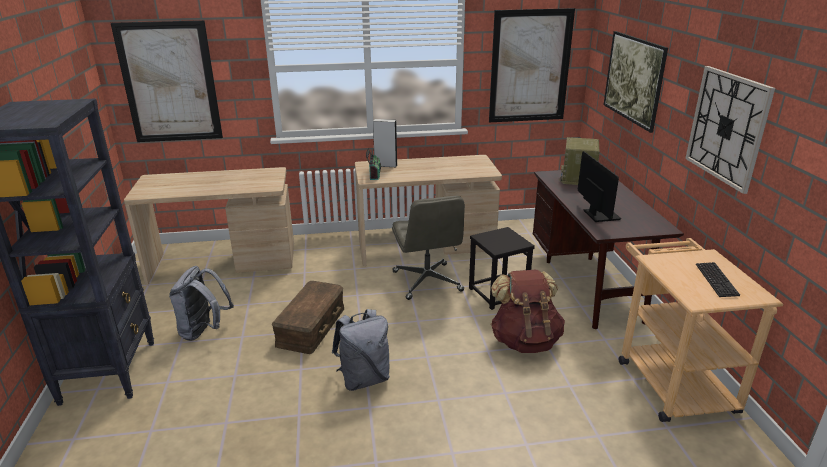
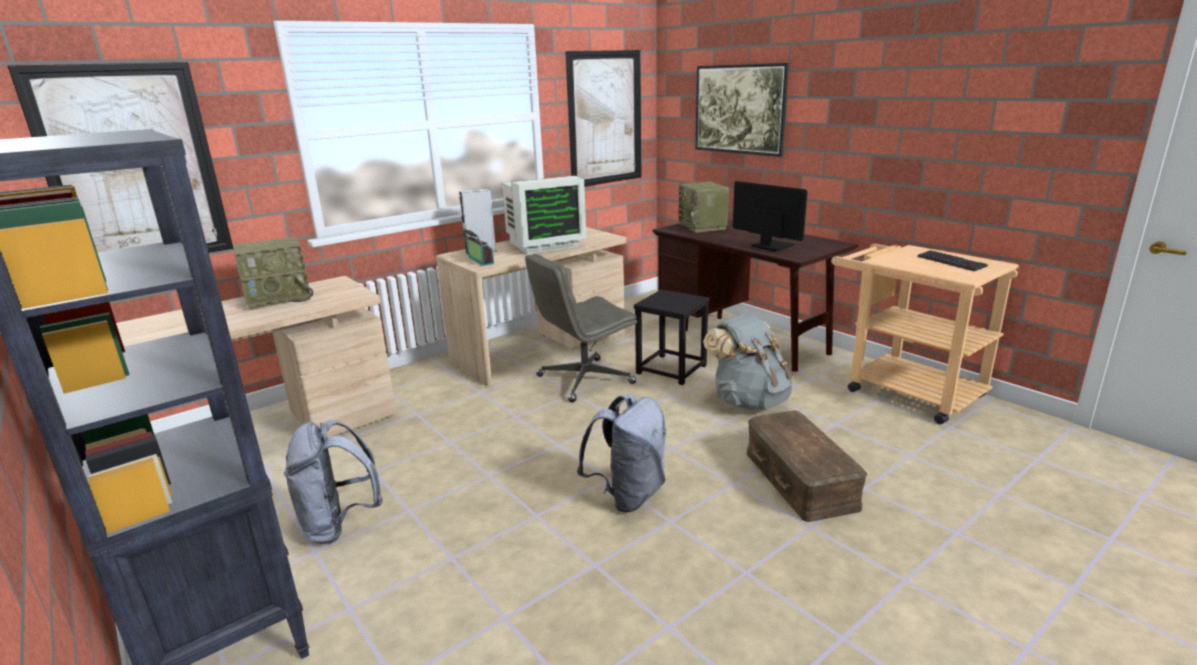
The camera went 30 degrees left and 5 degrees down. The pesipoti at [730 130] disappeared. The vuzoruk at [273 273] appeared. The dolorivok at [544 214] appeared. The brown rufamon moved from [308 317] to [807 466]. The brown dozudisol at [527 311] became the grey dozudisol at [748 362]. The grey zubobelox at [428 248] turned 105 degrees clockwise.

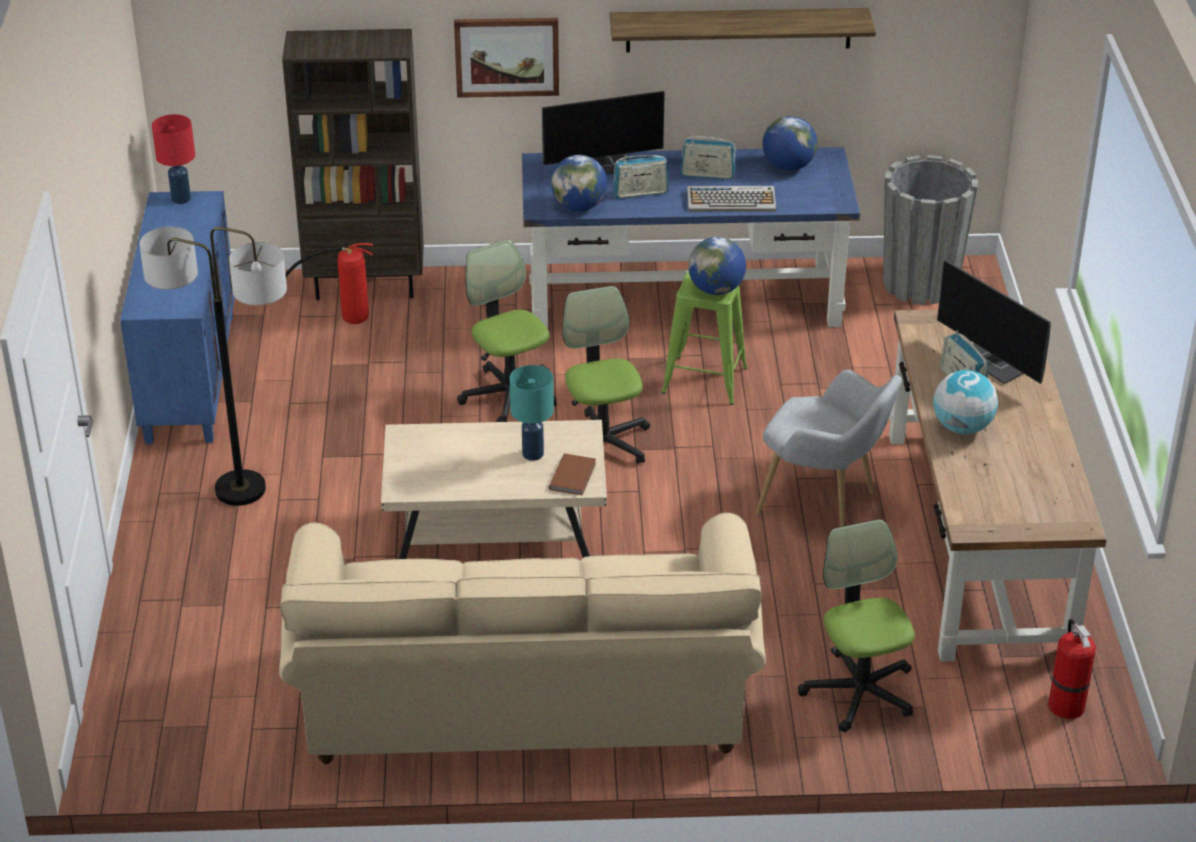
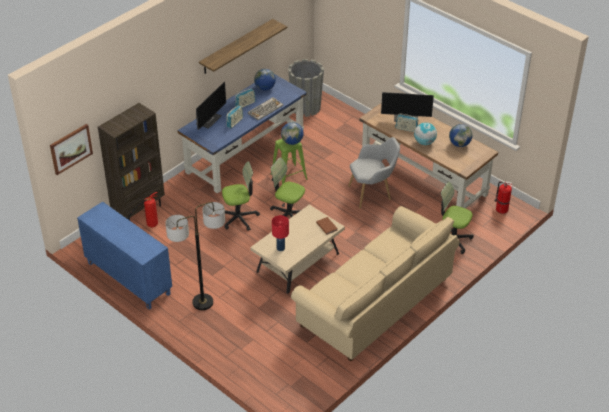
The camera went 45 degrees left and 5 degrees up. The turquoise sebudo at [532 413] disappeared. The red sebudo moved from [173 159] to [280 233]. The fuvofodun moved from [506 58] to [71 149]. The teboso moved from [579 183] to [460 135]. The zubobelox at [507 330] turned 150 degrees clockwise.

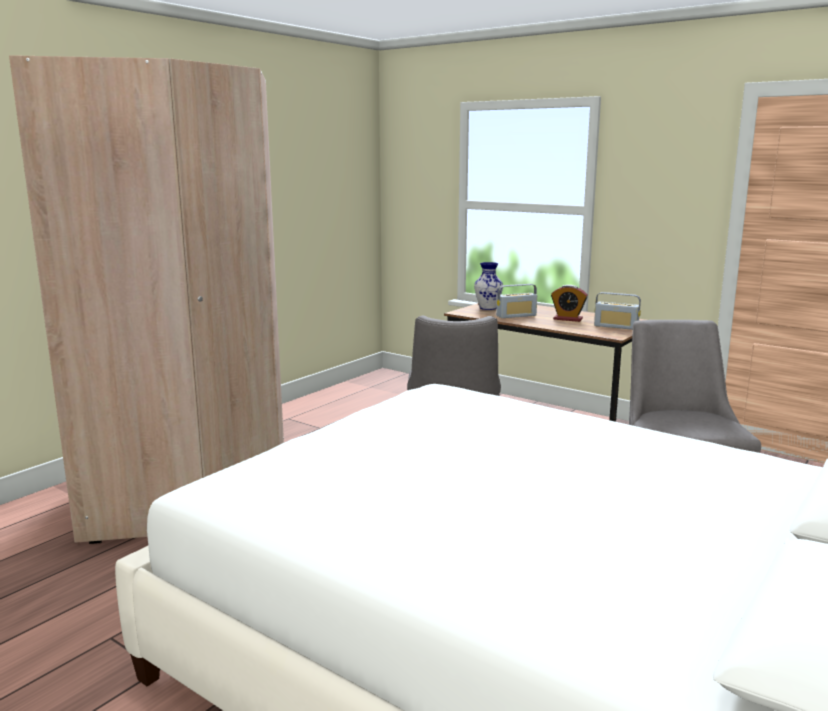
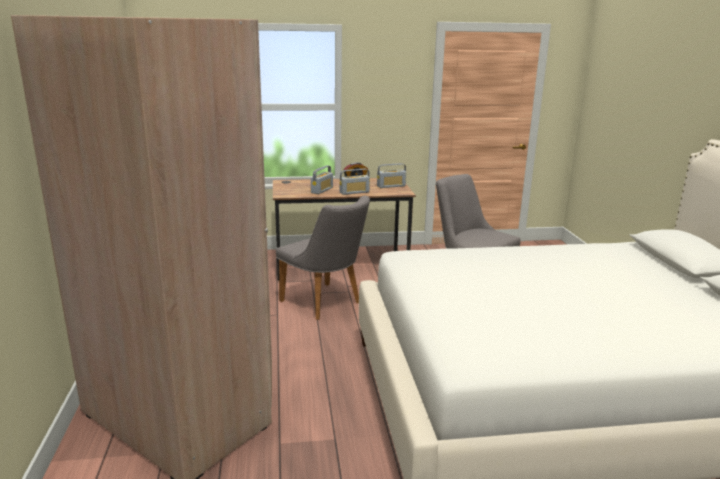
The camera went 45 degrees left and 5 degrees up. The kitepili at [488 286] disappeared. The vuzoruk at [355 182] appeared.

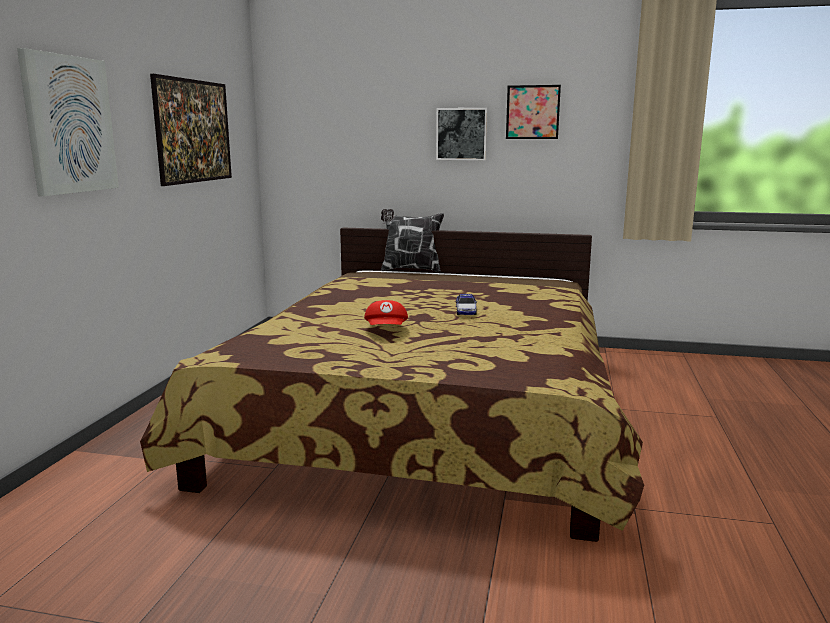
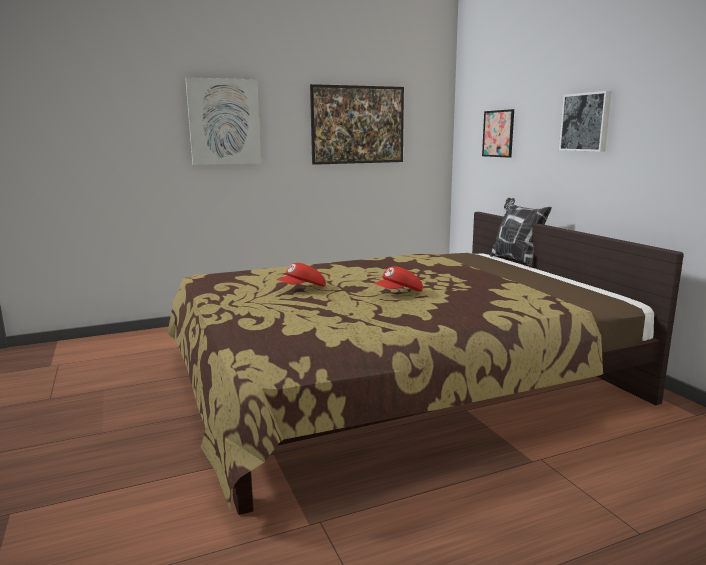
The camera went 55 degrees right and 0 degrees up. The fuvofodun moved from [533 112] to [498 133]. The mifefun at [466 304] was replaced by the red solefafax at [398 279].

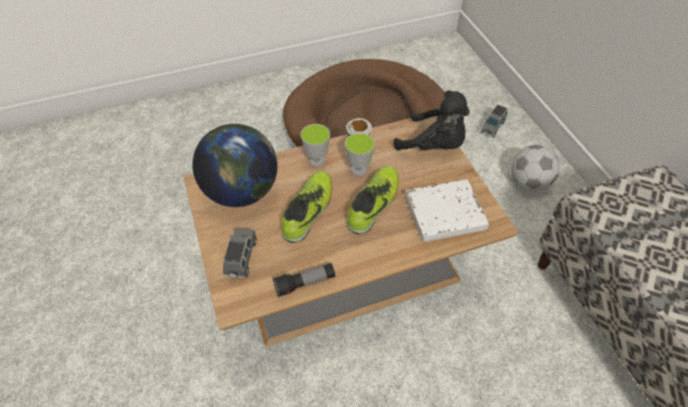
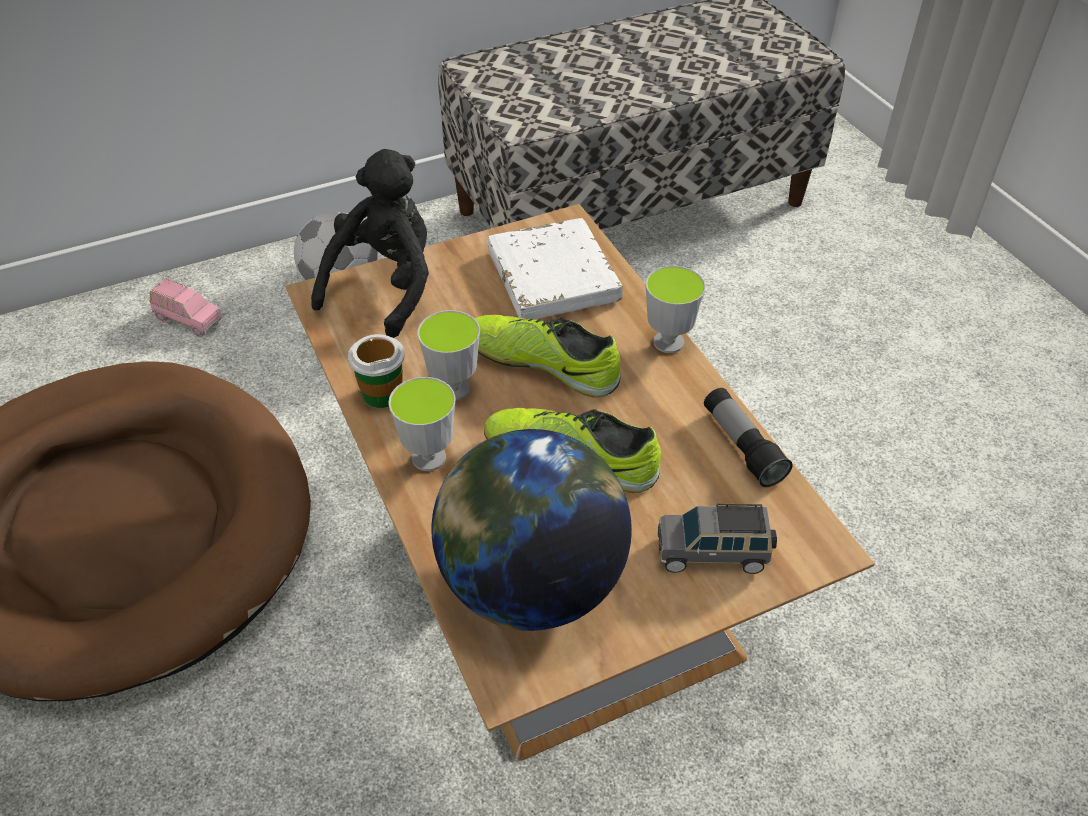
The camera went 95 degrees left and 5 degrees down. The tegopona at [676 309] appeared. The grey mifefun at [494 121] became the pink mifefun at [186 307].

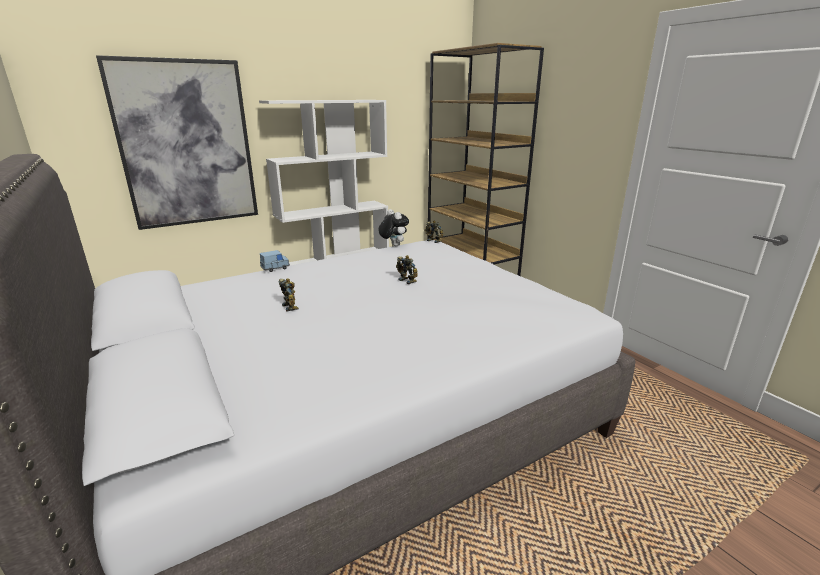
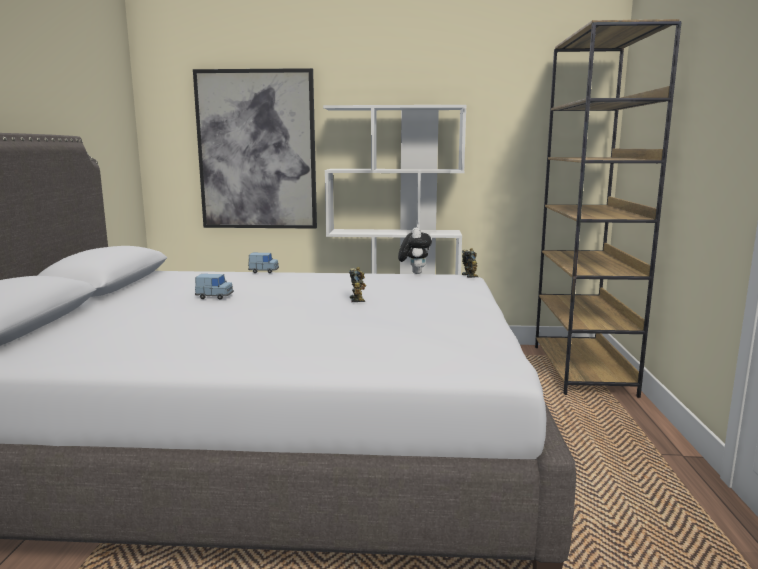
The camera went 35 degrees right and 10 degrees down. The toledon at [289 295] was replaced by the blue mifefun at [214 287].

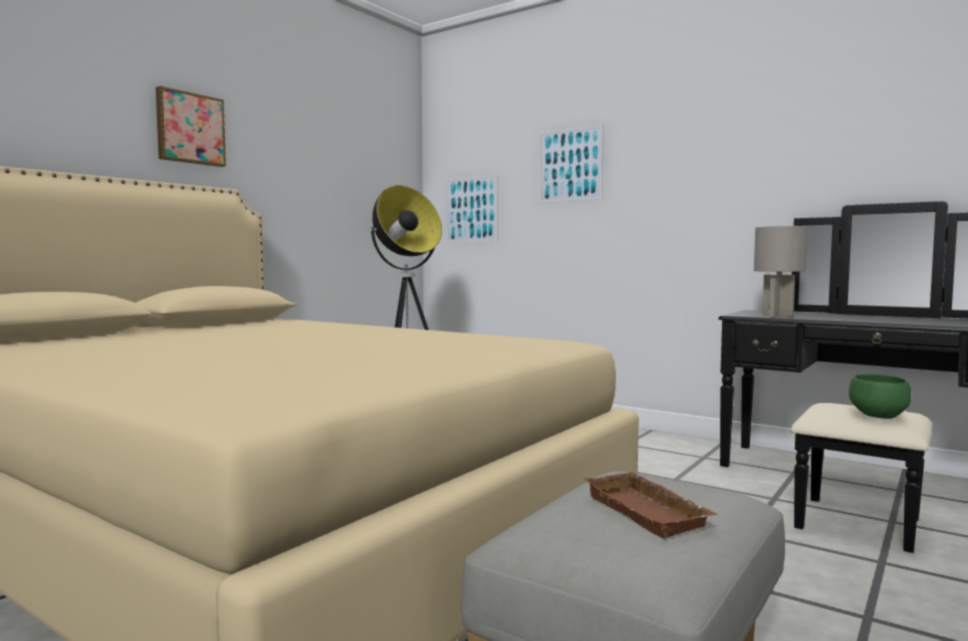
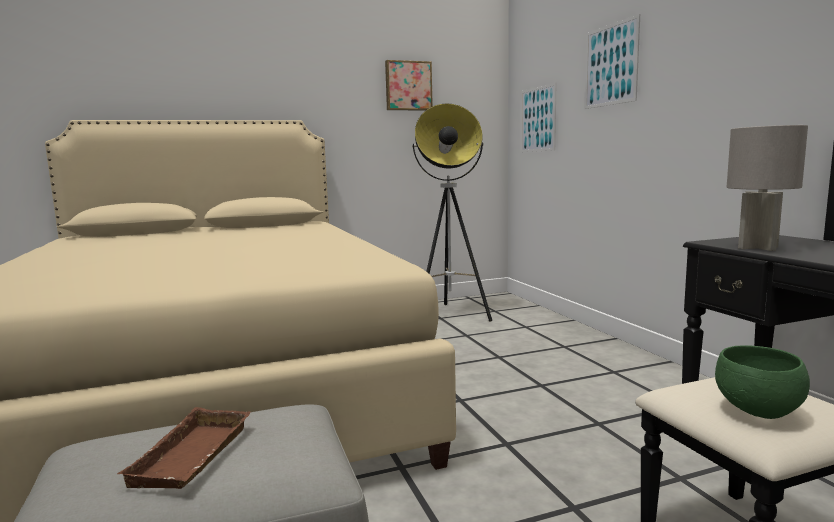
The camera went 35 degrees right and 5 degrees up. The fuvofodun moved from [191 126] to [409 85].

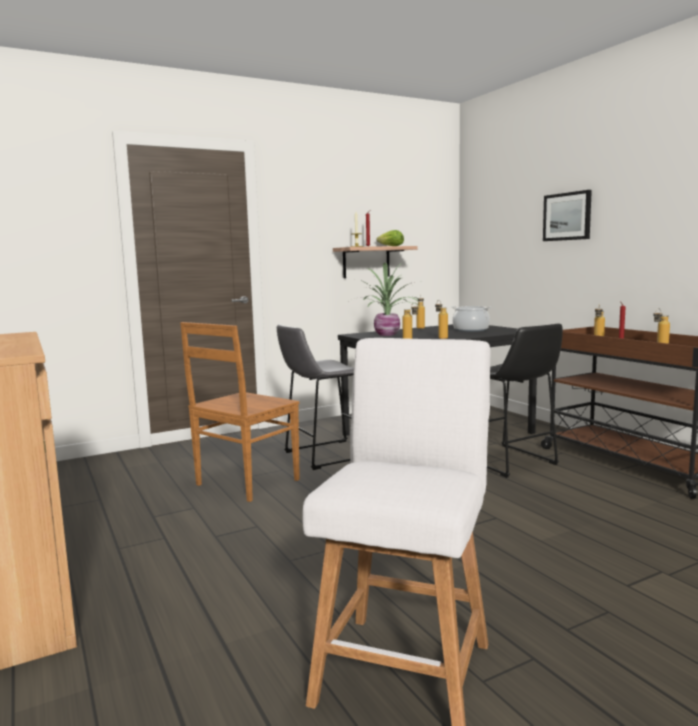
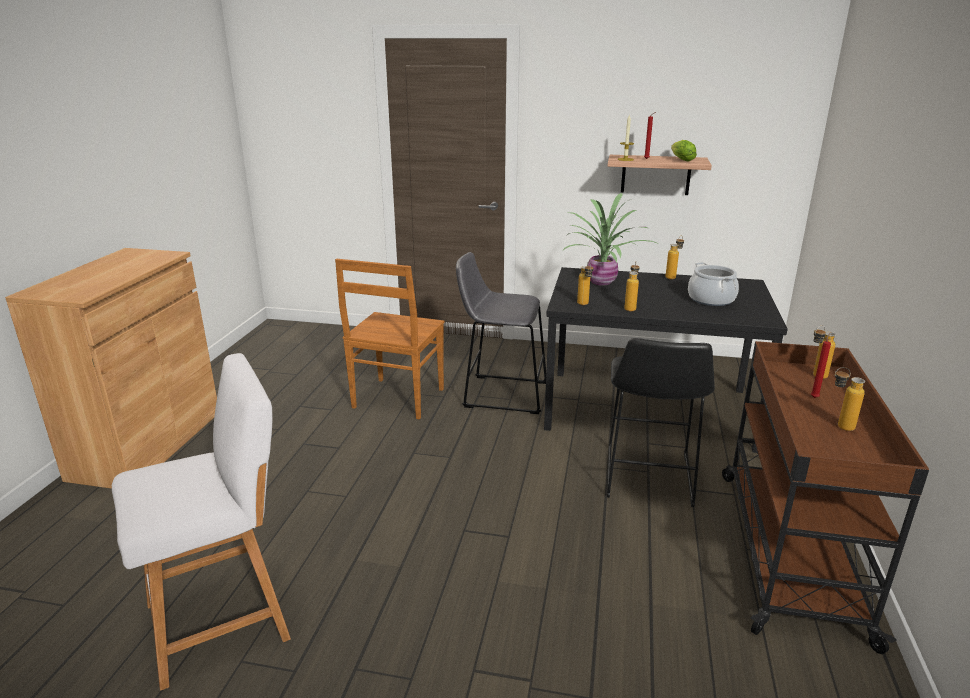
The camera went 40 degrees right and 15 degrees up. The fuvofodun at [567 215] disappeared. The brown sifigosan at [240 412] turned 60 degrees counterclockwise.

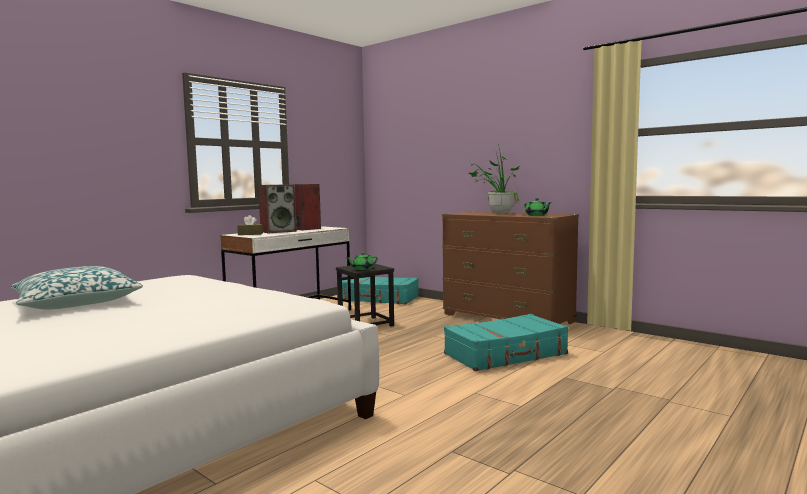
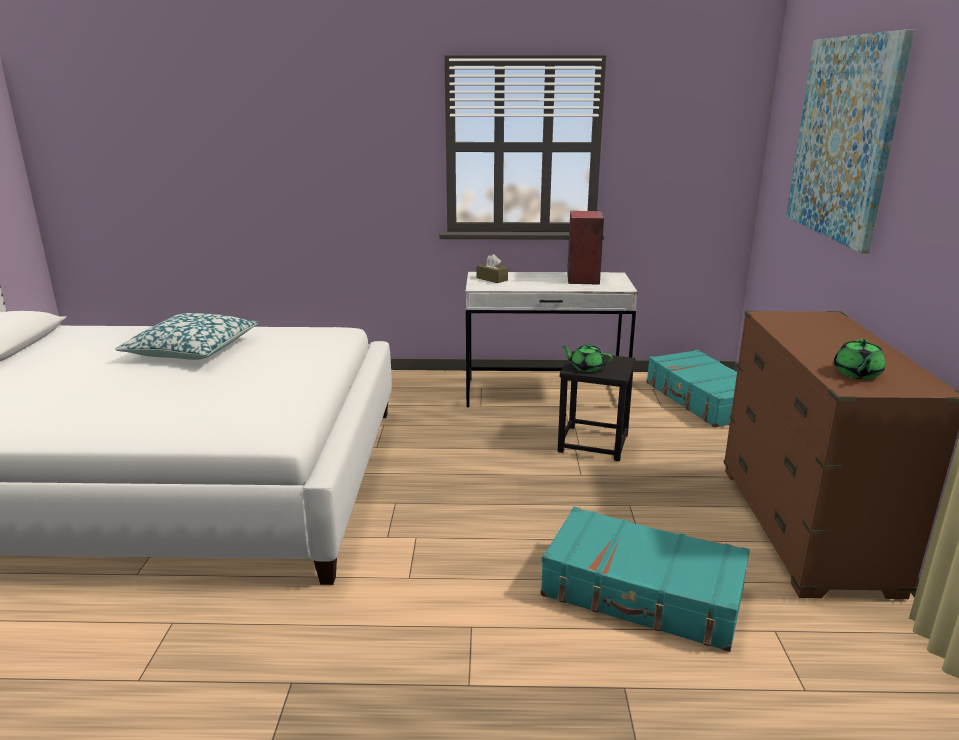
The camera went 50 degrees right and 15 degrees up. The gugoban at [277 208] disappeared. The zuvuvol at [494 179] disappeared. The fuvofodun at [850 141] appeared.

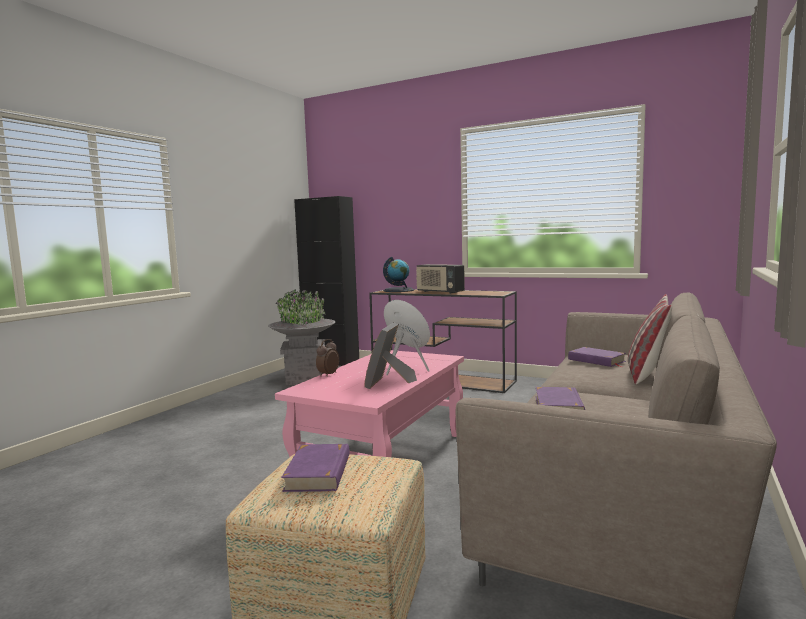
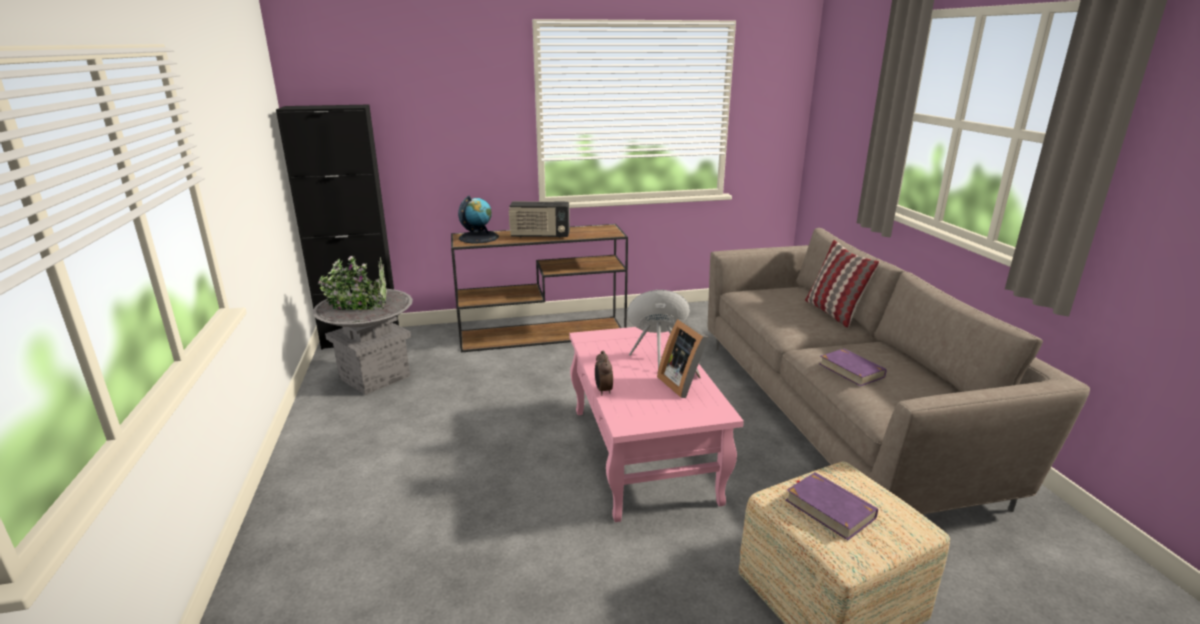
The camera went 40 degrees left and 15 degrees up. The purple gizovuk at [597 357] disappeared.

